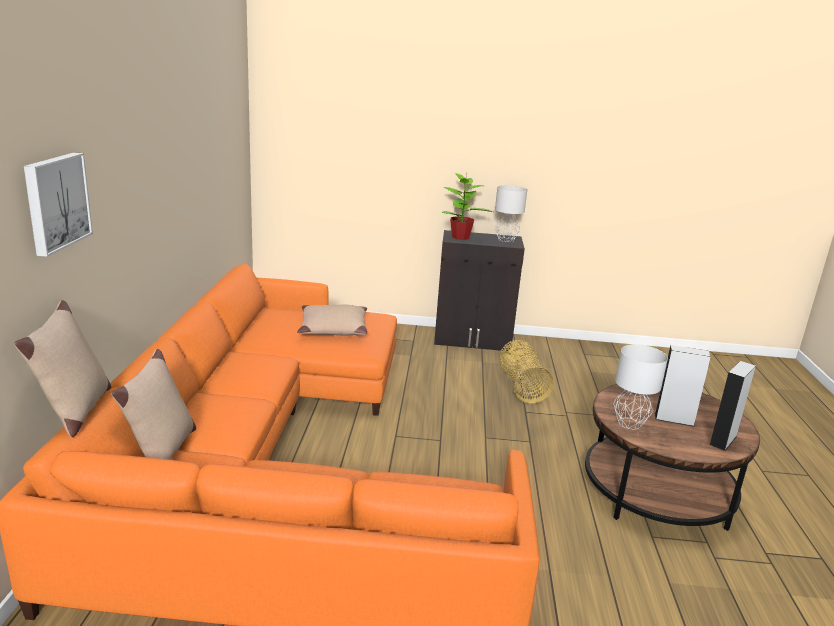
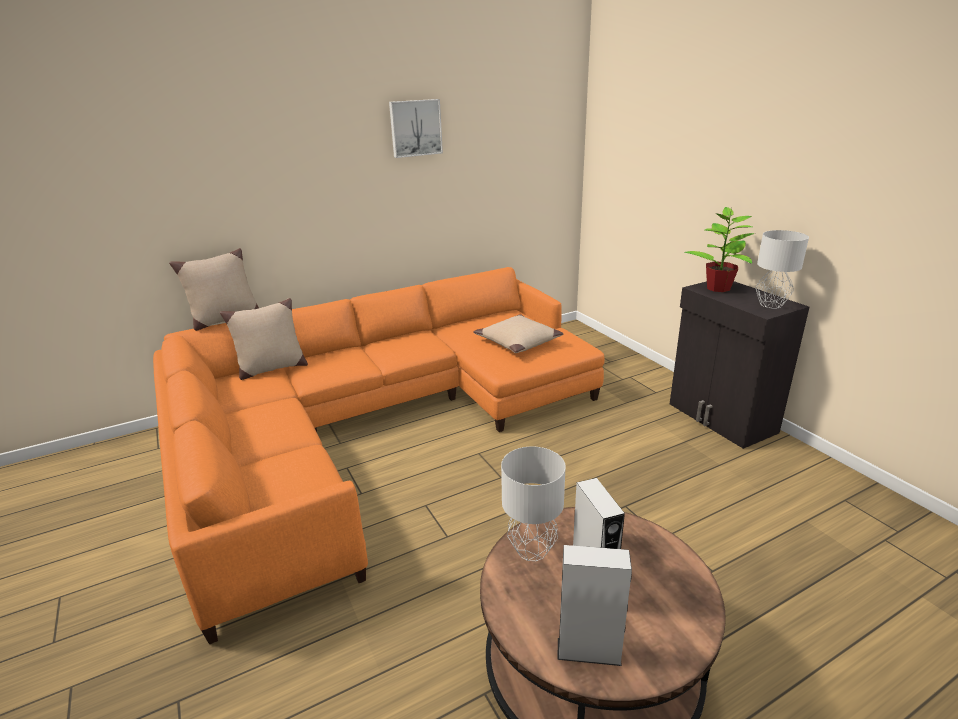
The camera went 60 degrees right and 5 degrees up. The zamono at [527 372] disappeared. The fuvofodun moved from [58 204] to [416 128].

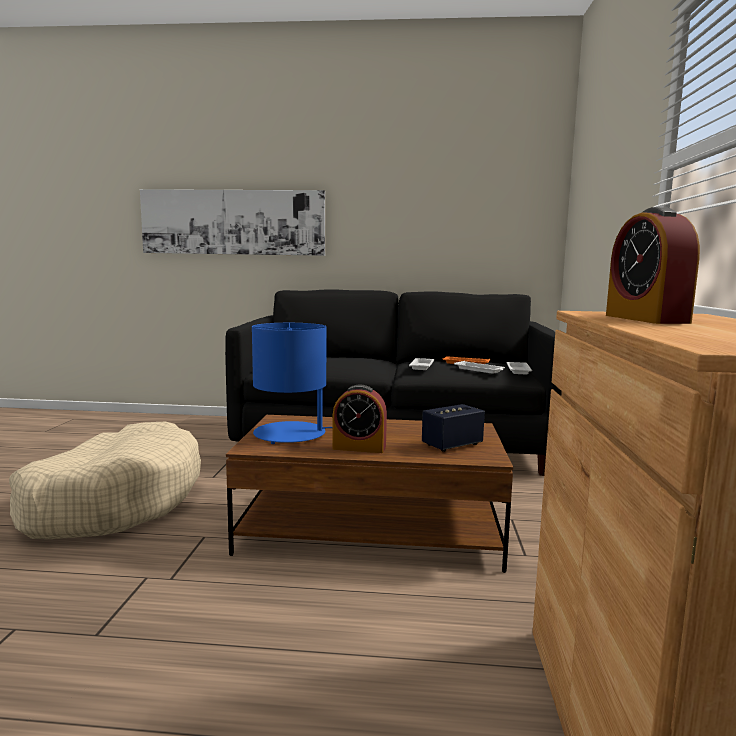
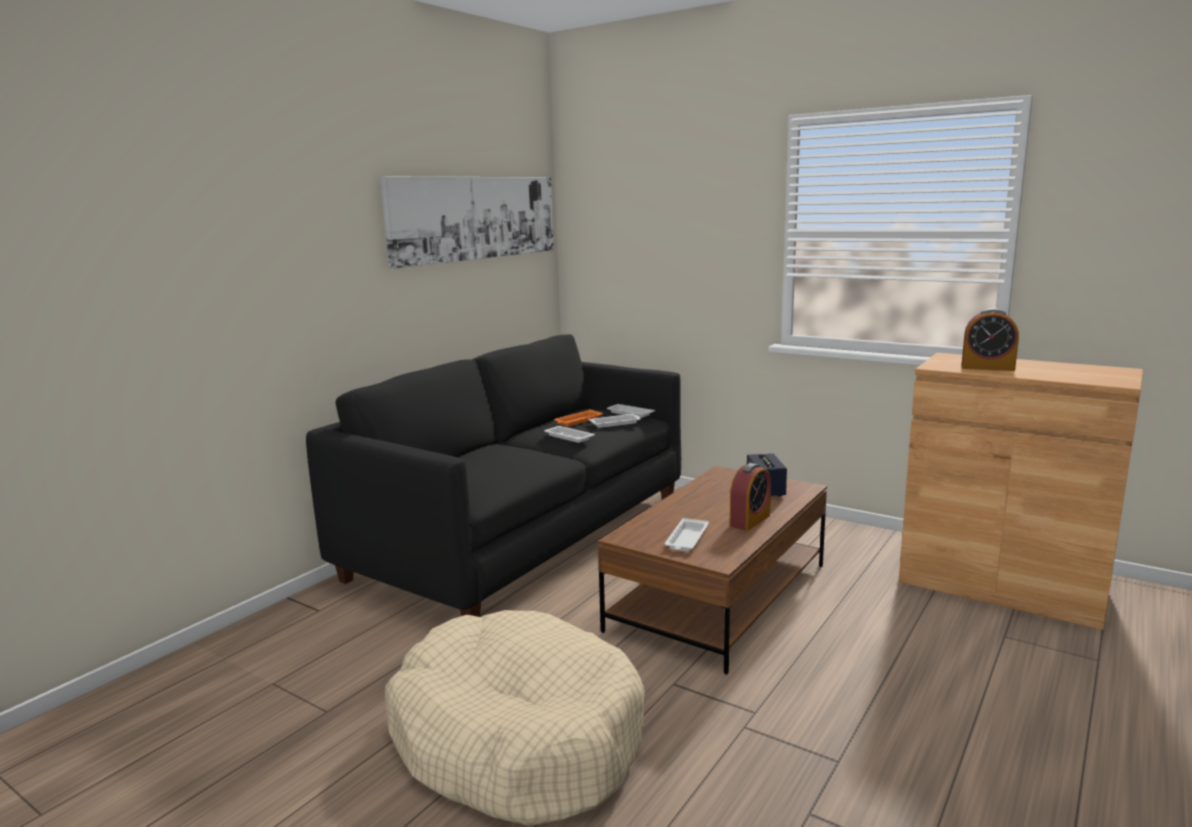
The camera went 60 degrees left and 5 degrees up. The fuvofodun moved from [232 222] to [467 223]. The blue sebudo at [292 383] was replaced by the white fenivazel at [687 534].

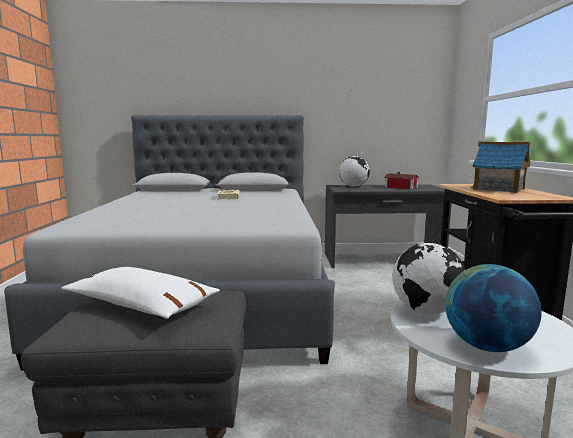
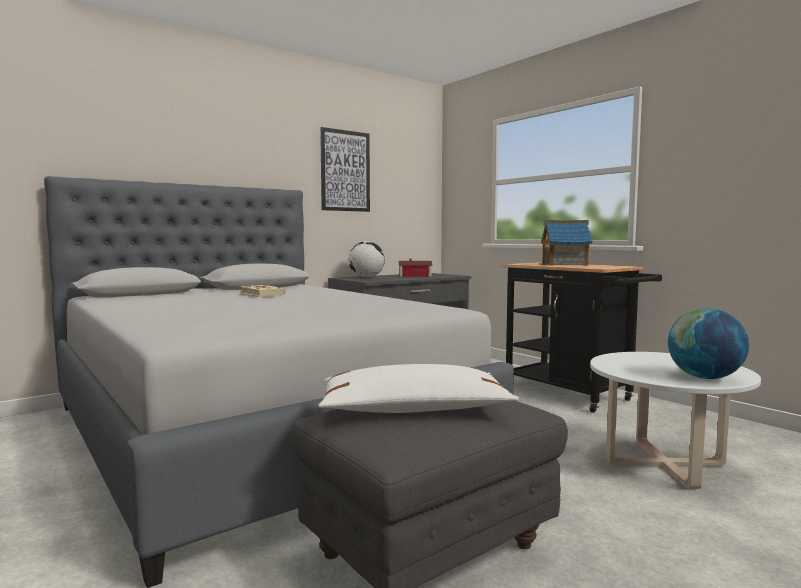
The camera went 35 degrees left and 5 degrees down. The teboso at [429 278] disappeared. The fuvofodun at [345 169] appeared.

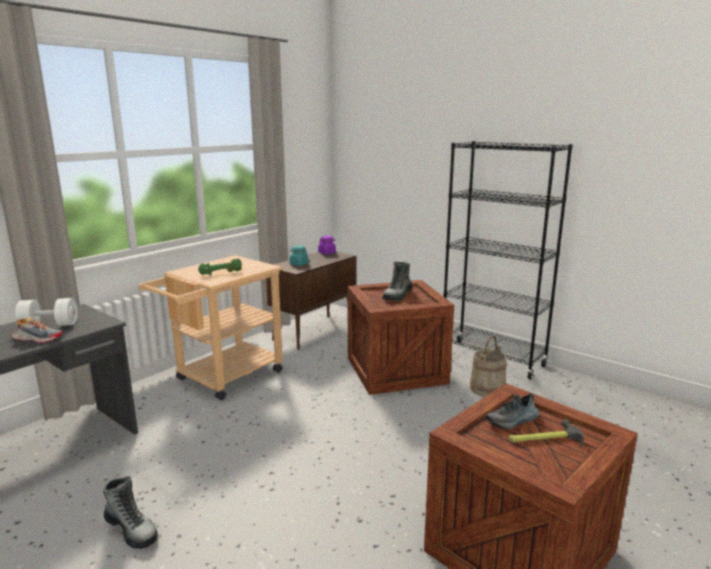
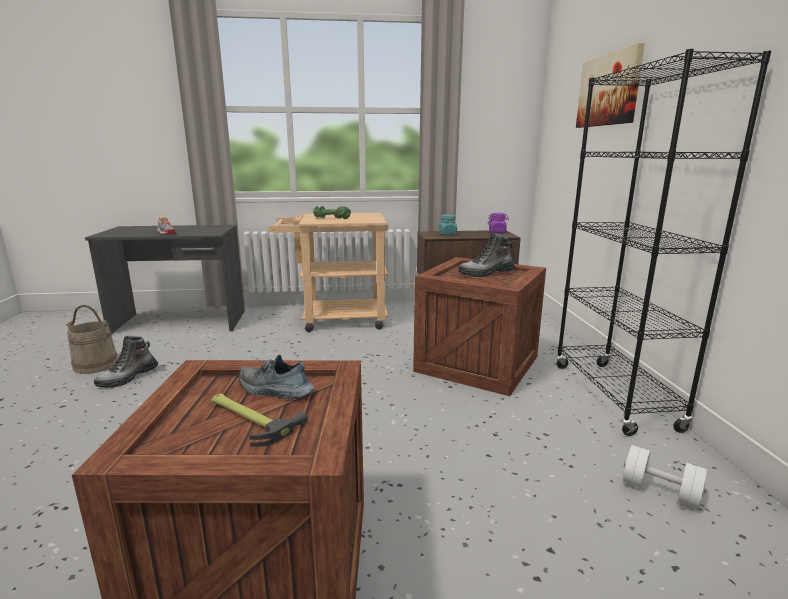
The camera went 45 degrees right and 0 degrees up. The fuvofodun at [610 85] appeared. The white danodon moved from [46 312] to [665 477]. The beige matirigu moved from [488 366] to [92 339]. The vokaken at [130 512] turned 45 degrees clockwise.

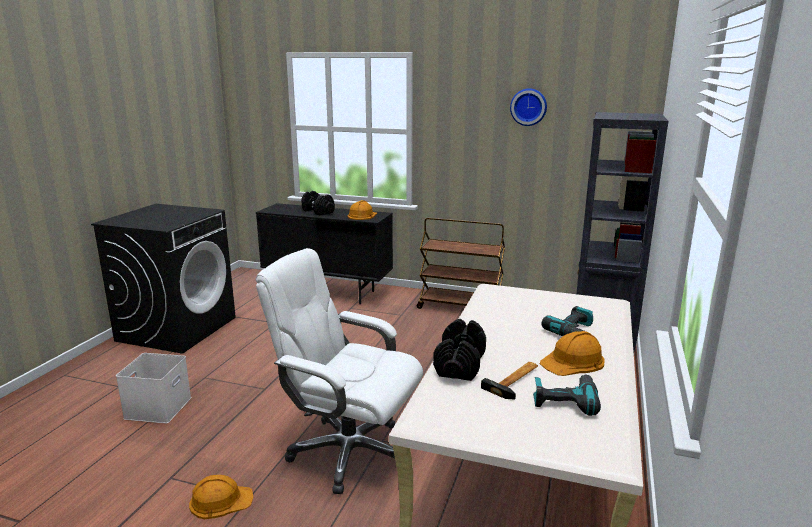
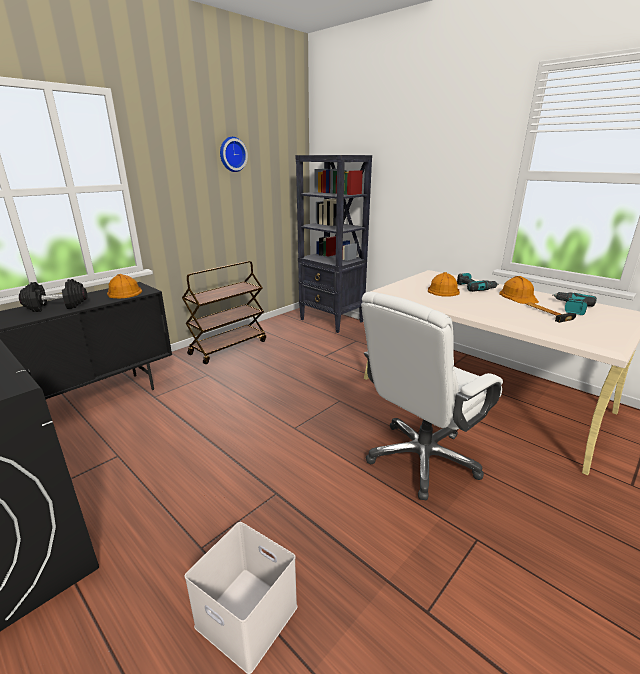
The camera went 65 degrees left and 5 degrees up. The black danodon at [459 350] disappeared. The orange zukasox moved from [221 497] to [444 284].

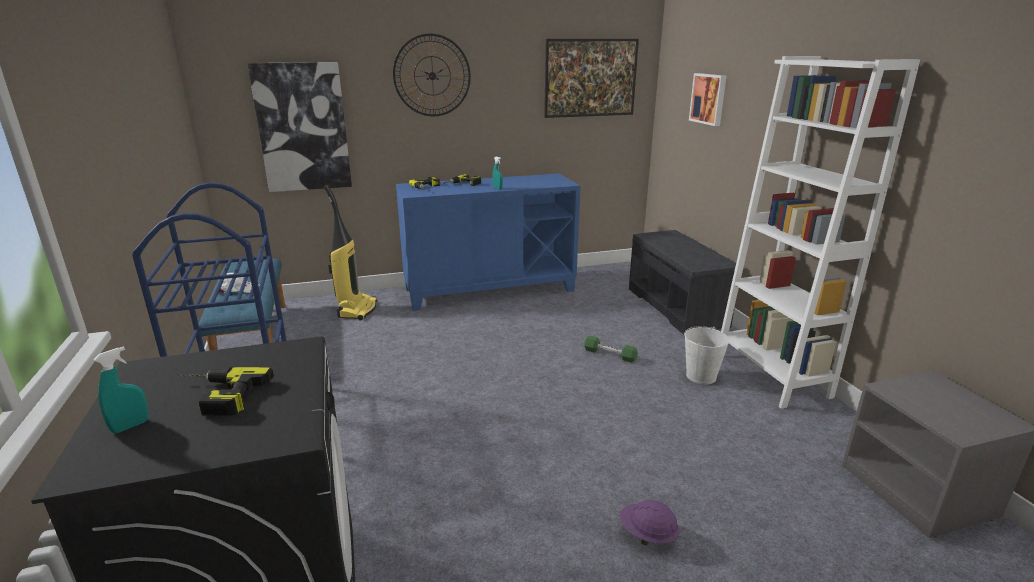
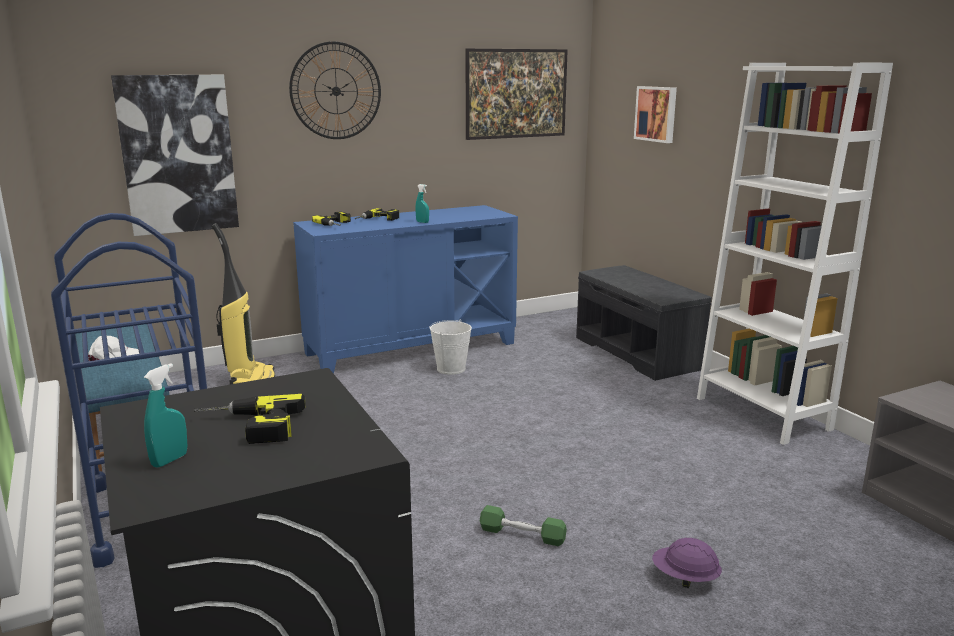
The camera went 10 degrees left and 5 degrees down. The green danodon moved from [611 349] to [523 525]. The white matirigu moved from [707 355] to [450 347].

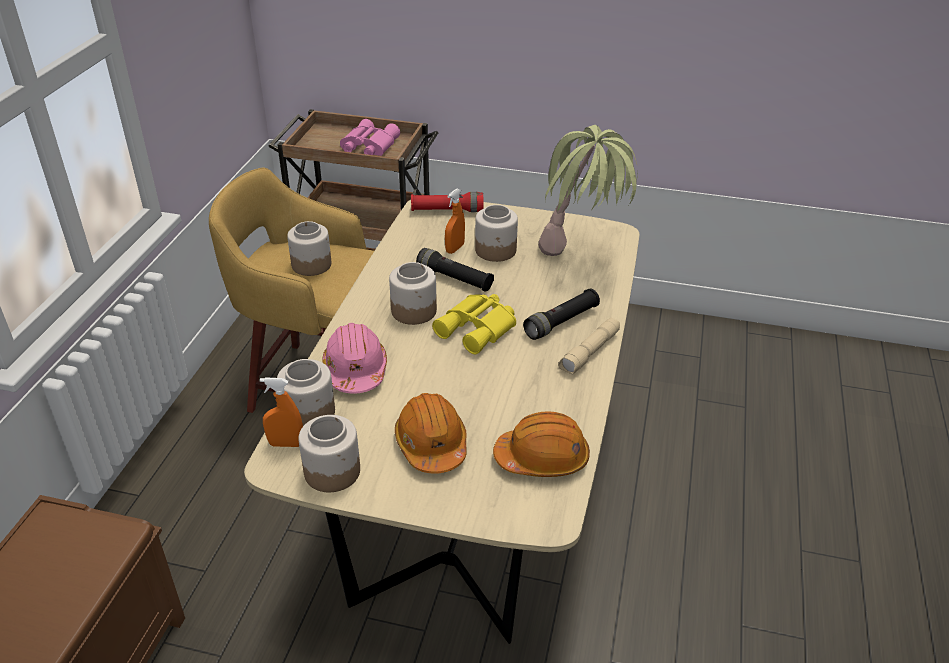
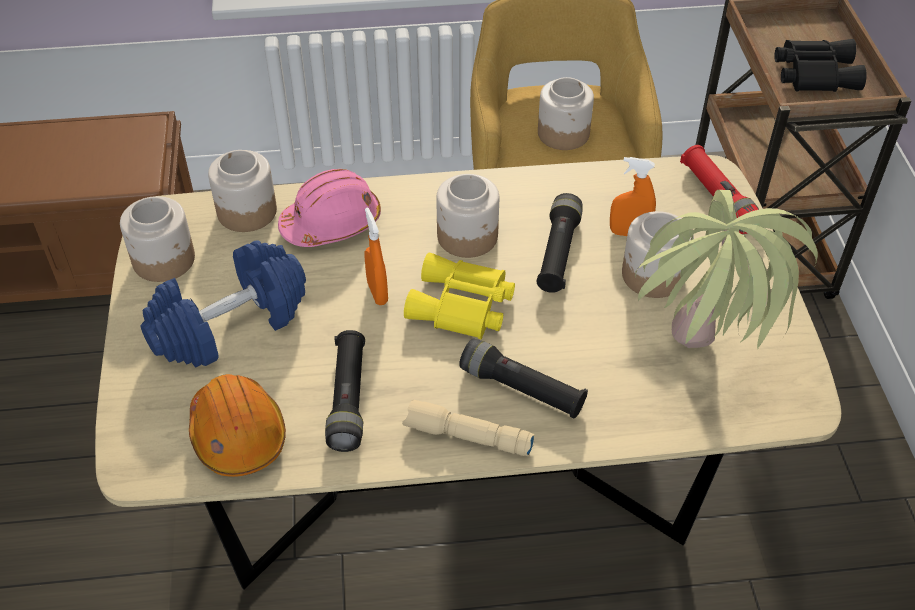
The camera went 70 degrees right and 10 degrees up. The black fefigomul at [345 391] appeared. The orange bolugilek moved from [281 412] to [376 256]. The orange zukasox at [431 433] was replaced by the blue danodon at [223 304]. The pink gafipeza at [370 137] became the black gafipeza at [820 65].

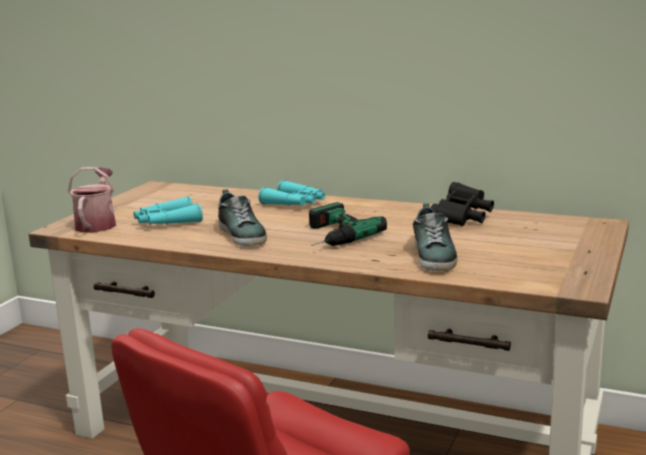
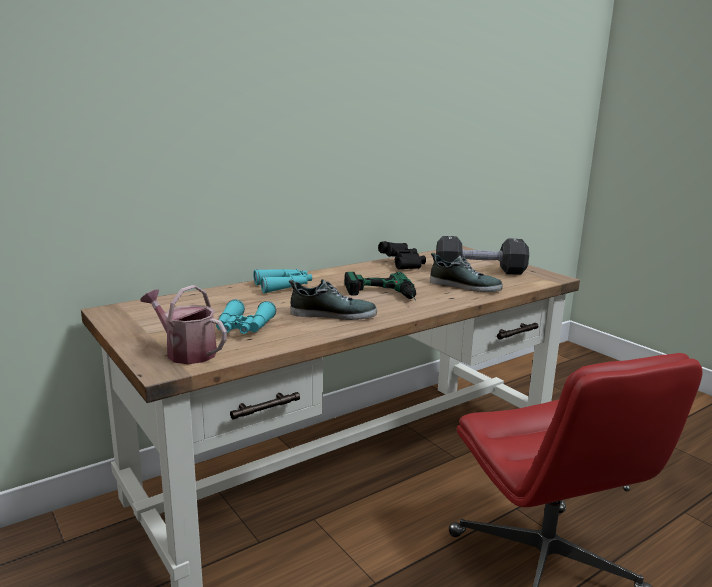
The camera went 60 degrees left and 0 degrees up. The black danodon at [482 255] appeared.

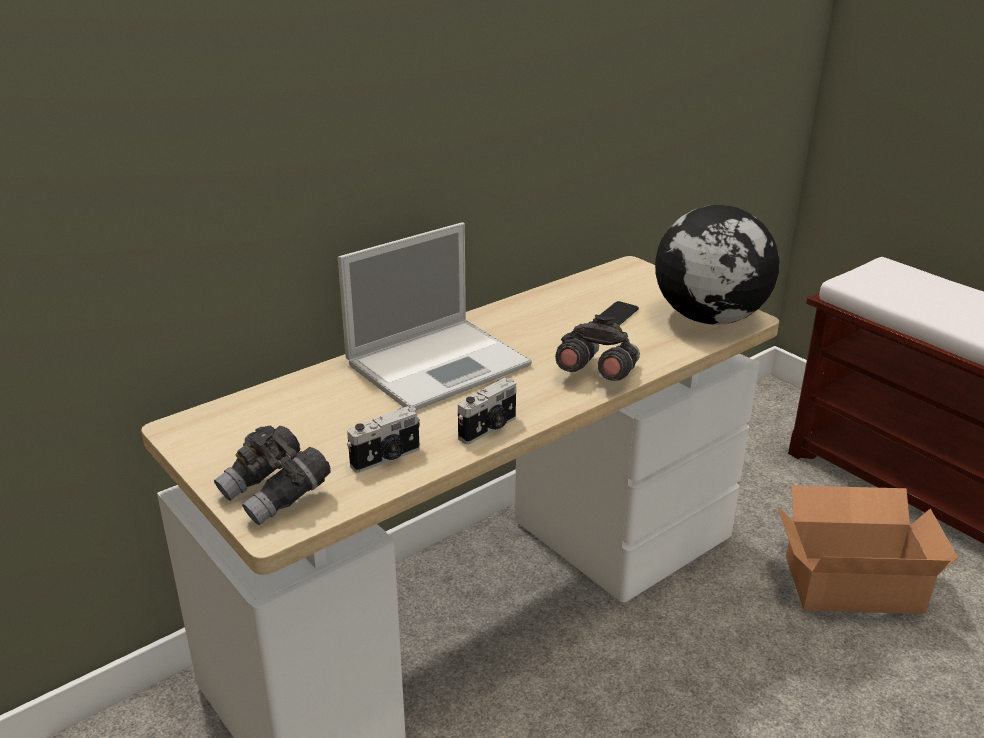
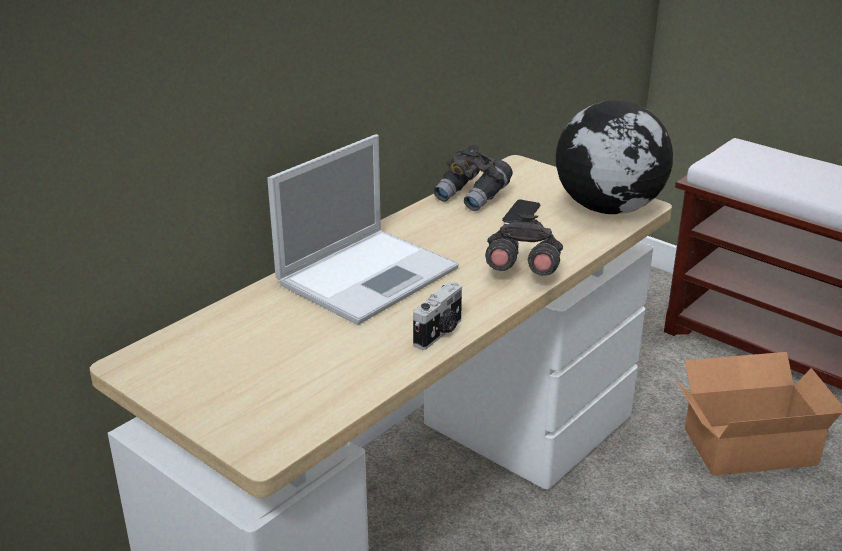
The camera went 10 degrees left and 0 degrees up. The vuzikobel at [383 439] disappeared. The grey gafipeza moved from [272 475] to [473 178].

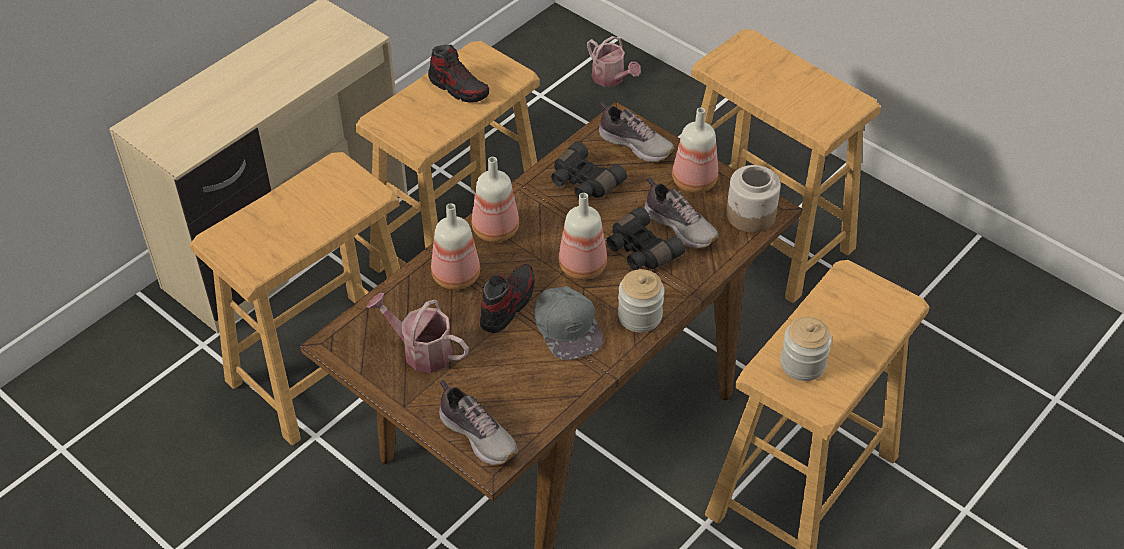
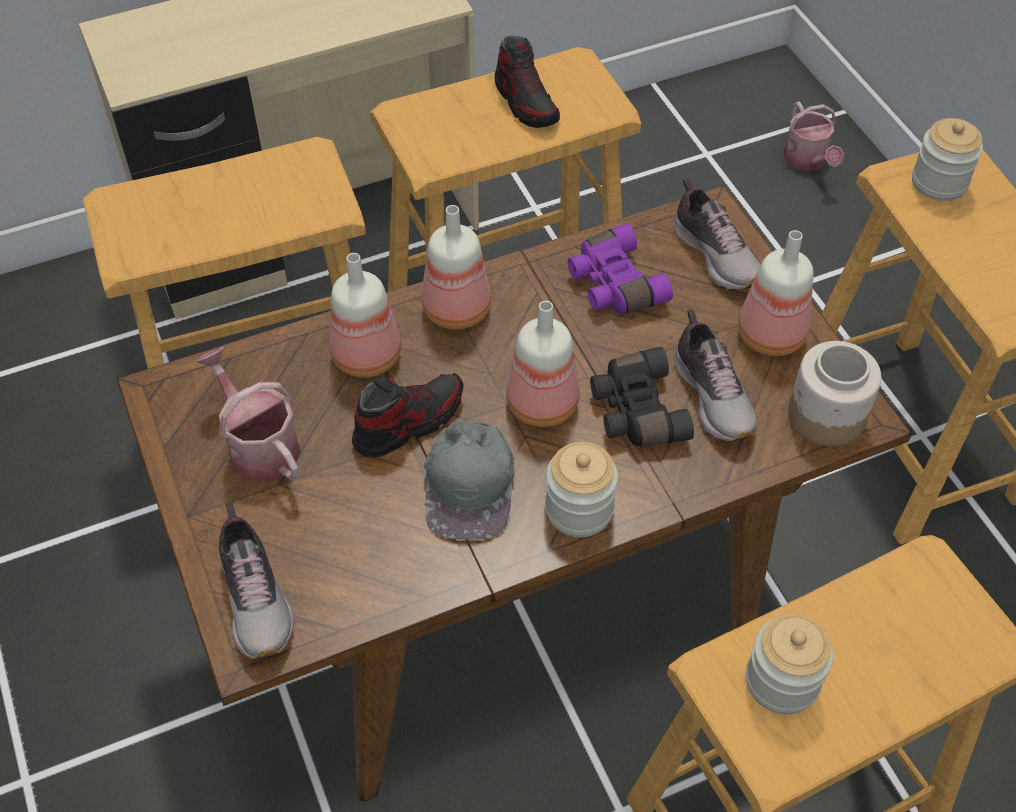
The camera went 25 degrees right and 5 degrees up. The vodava at [947 159] appeared. The black gafipeza at [589 169] became the purple gafipeza at [620 269].

